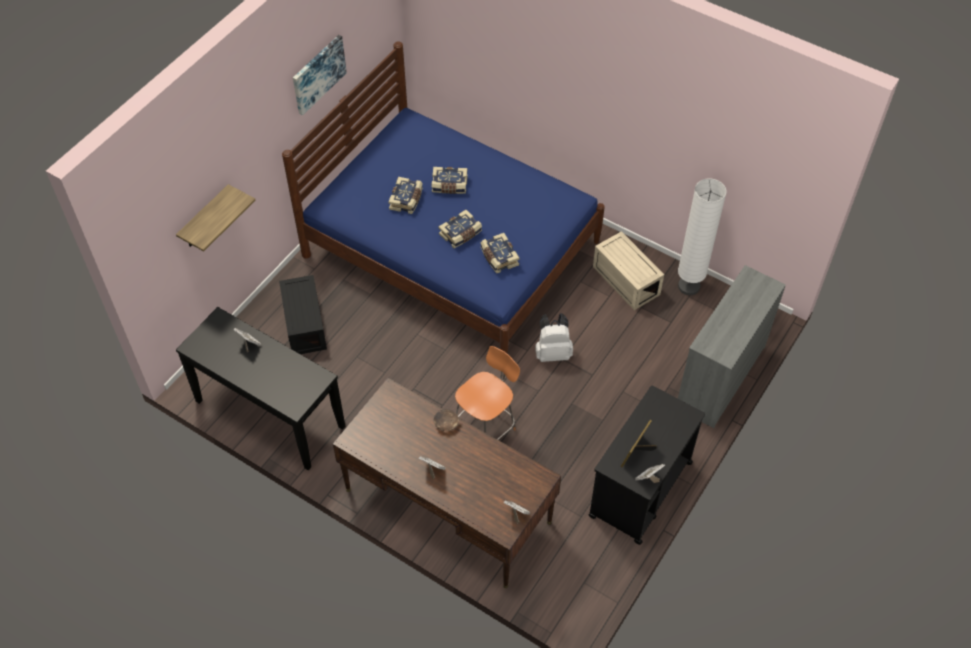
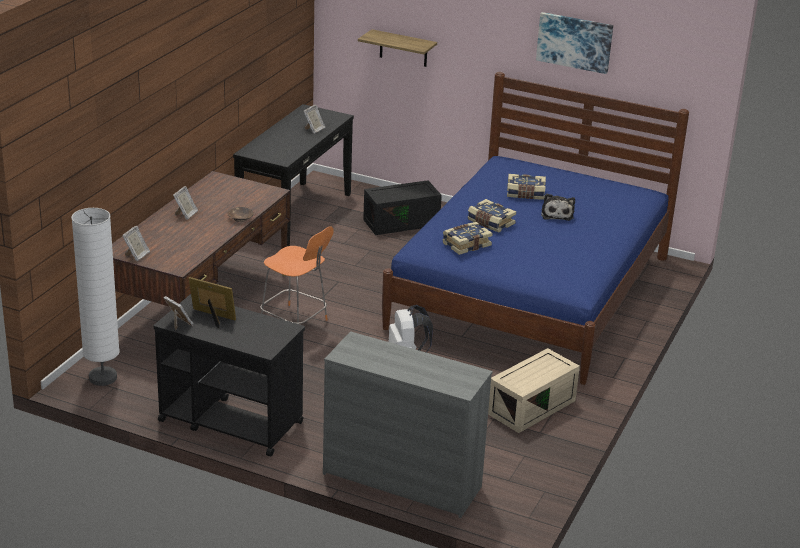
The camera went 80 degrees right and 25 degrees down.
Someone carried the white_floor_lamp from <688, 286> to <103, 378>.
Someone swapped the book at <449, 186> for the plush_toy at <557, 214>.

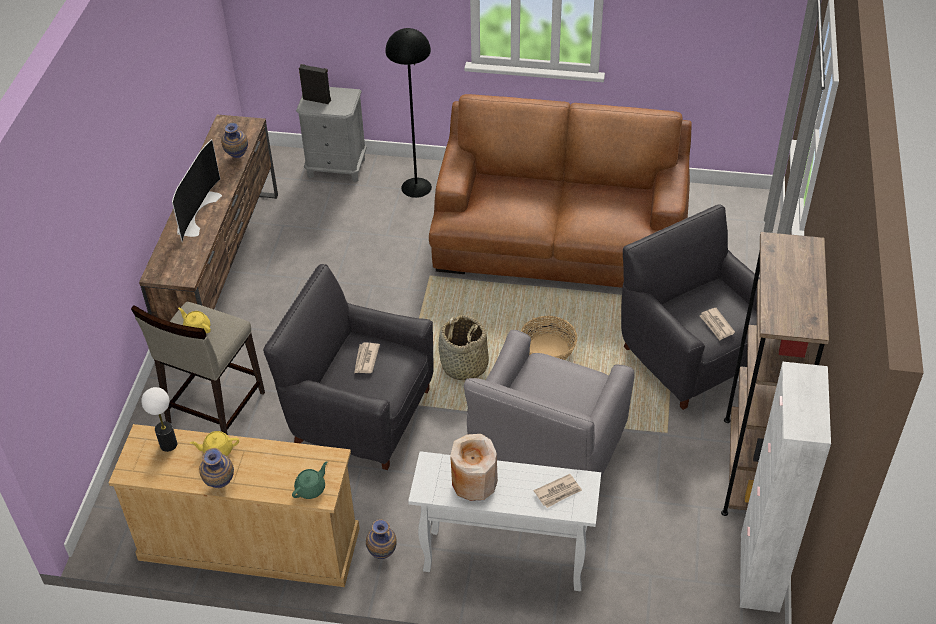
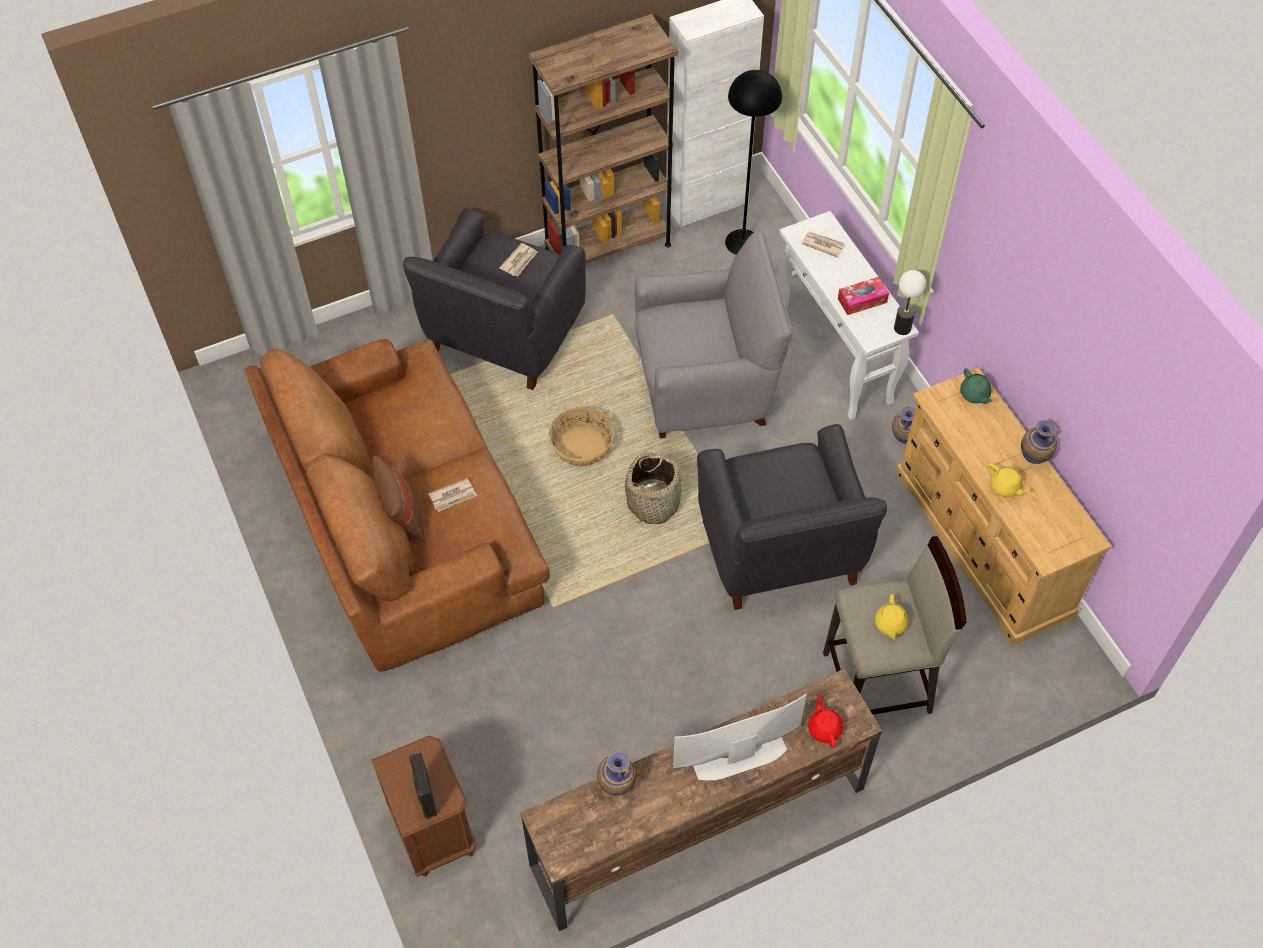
The camera went 125 degrees left and 10 degrees up.
Someone put down the brown_pillow at <402, 518>.
Someone put down the red_teapot at <824, 728>.
Someone carried the table_lamp from <168, 445> to <902, 328>.
Someone carried the newspaper from <366, 359> to <453, 496>.
Someone carried the black_floor_lamp from <416, 187> to <742, 242>.
Someone swapped the beige_vase at <474, 482> for the tissue_box at <862, 300>.
Someone repainted the grey_nightstand at <337, 167>, which became the brown_nightstand at <433, 831>.
Someone rotated the green_teapot at <311, 488> by 120 degrees counterclockwise.

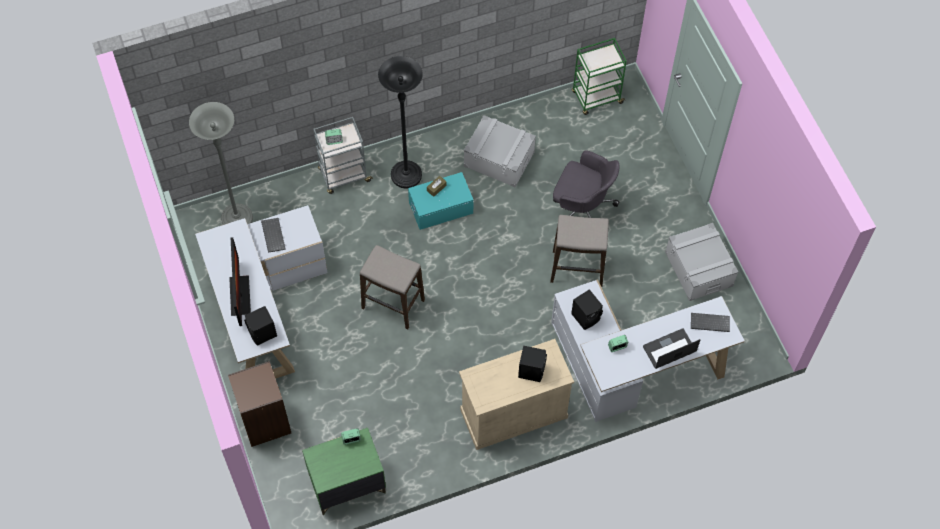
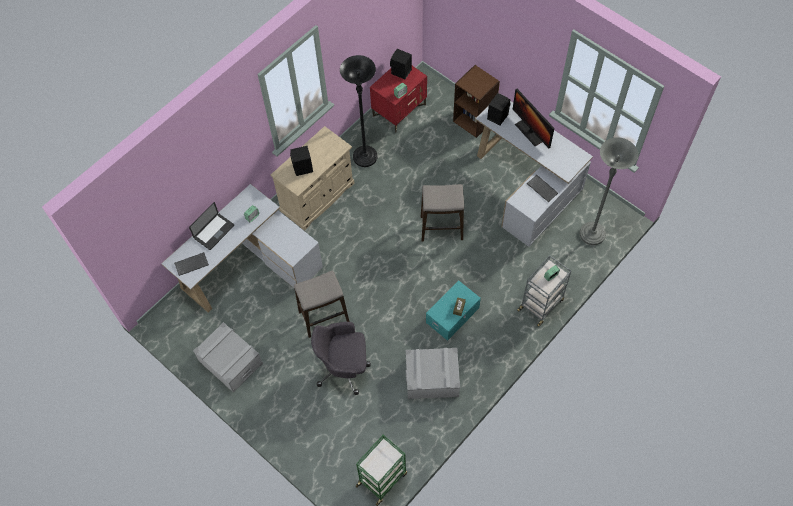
The camera went 155 degrees right and 0 degrees up.
Someone carried the black_floor_lamp from <406, 175> to <365, 157>.
Someone carried the black_speaker from <586, 316> to <401, 72>.
Someone repainted the green_nightstand at <346, 484>, which became the red_nightstand at <399, 110>.

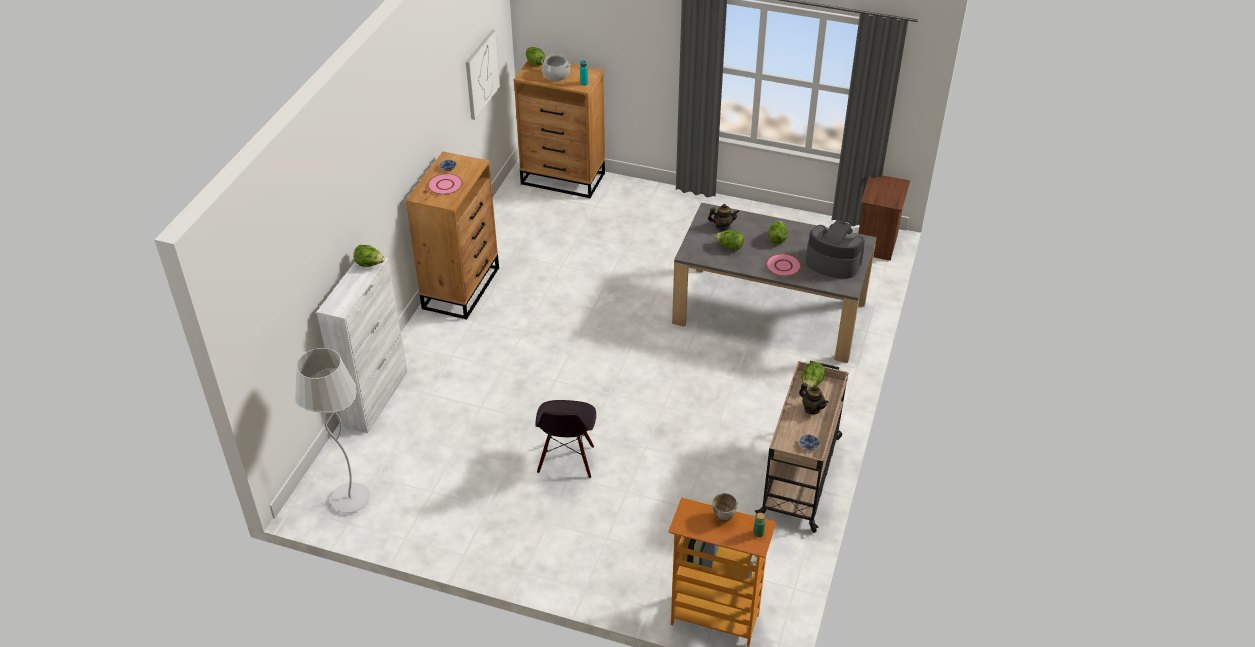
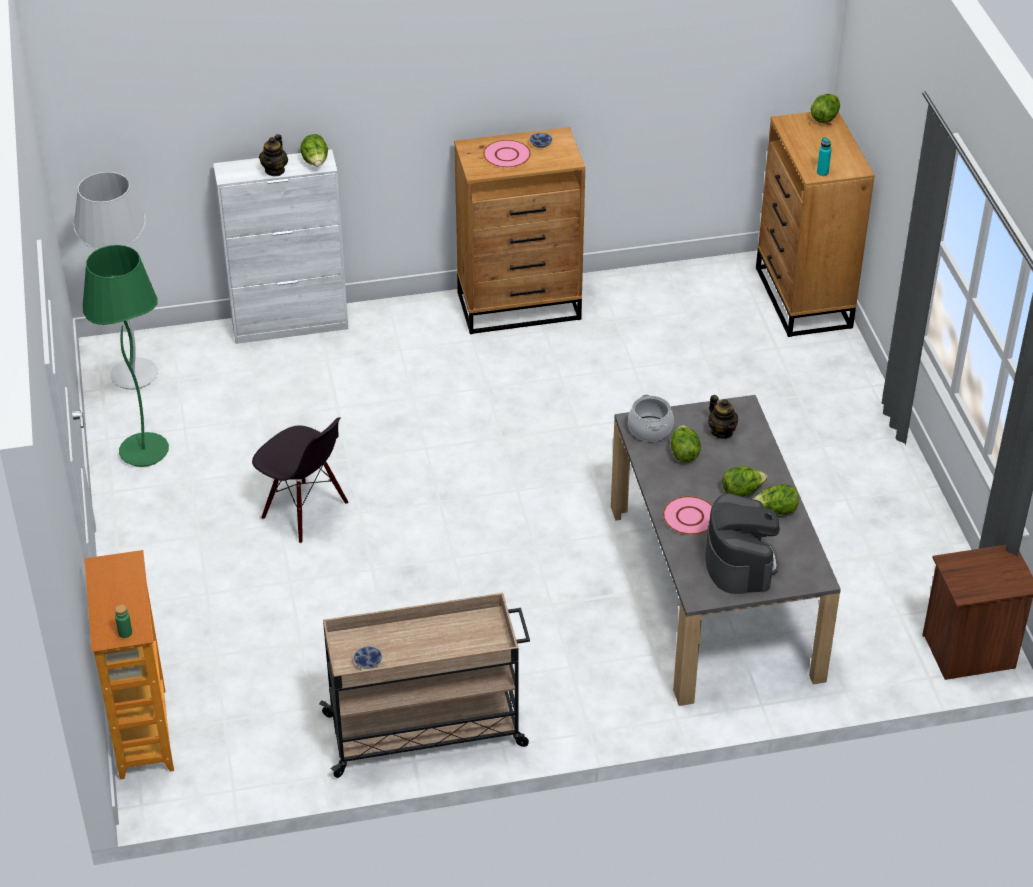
The camera went 60 degrees right and 0 degrees up.
Someone took away the picture at <481, 74>.
Someone took away the bowl at <724, 517>.
Someone put down the green_floor_lamp at <144, 452>.
Someone carried the cooking_pot from <556, 75> to <649, 429>.
Someone carried the teapot from <812, 408> to <275, 170>.
Someone carried the lettuce from <811, 383> to <776, 511>.
Someone rotated the black_chair at <566, 460> by 120 degrees counterclockwise.

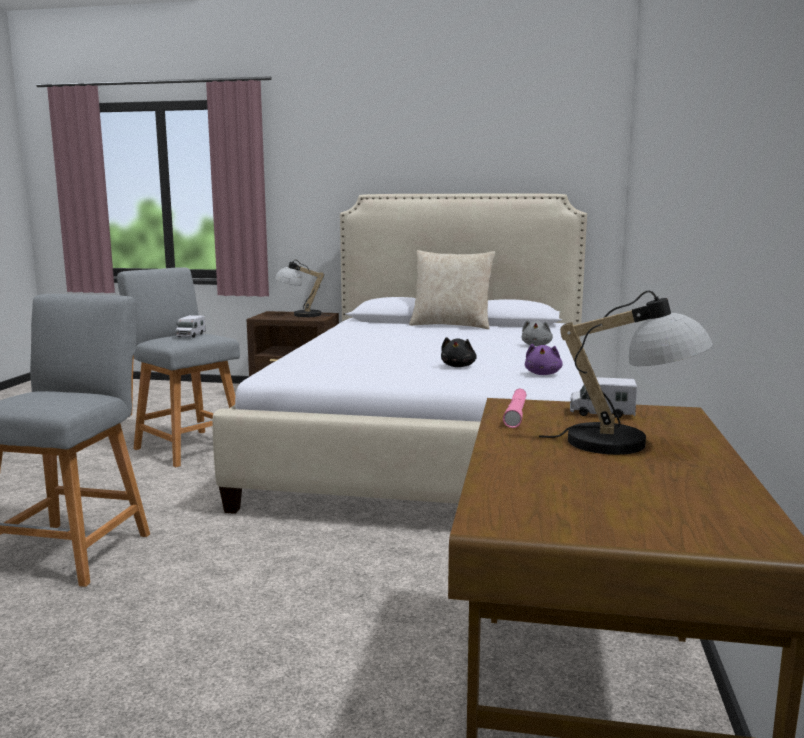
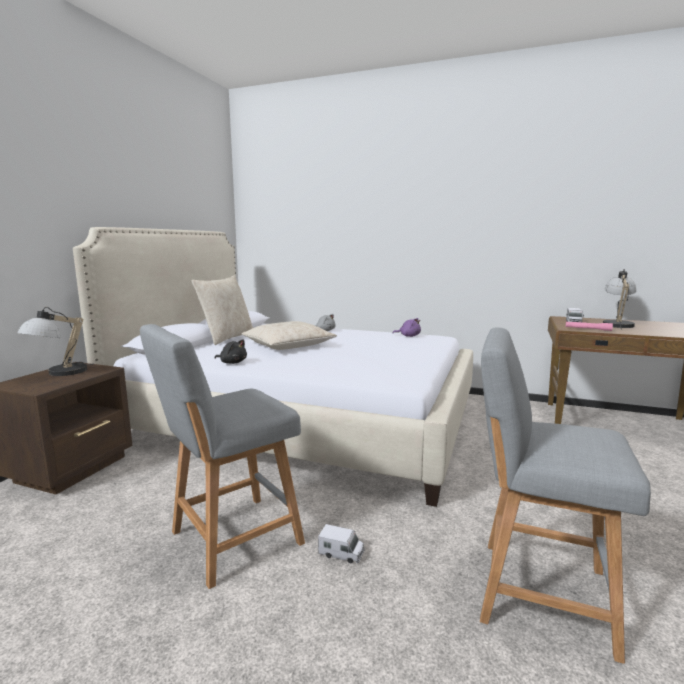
The camera went 80 degrees left and 0 degrees up.
Someone put down the beige_pillow at <288, 345>.
Someone carried the toy_truck from <190, 335> to <341, 554>.
Someone carried the black_plush_toy from <458, 366> to <232, 362>.

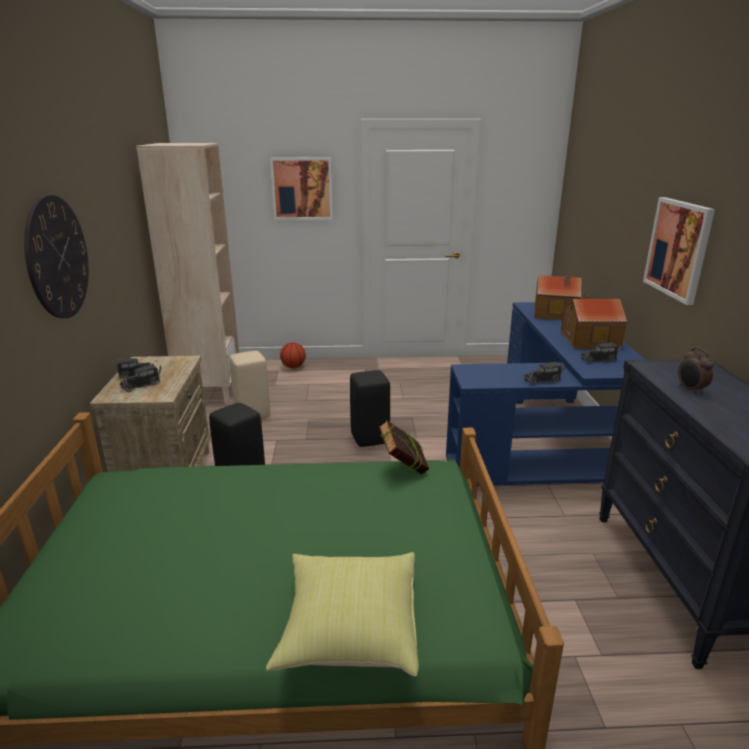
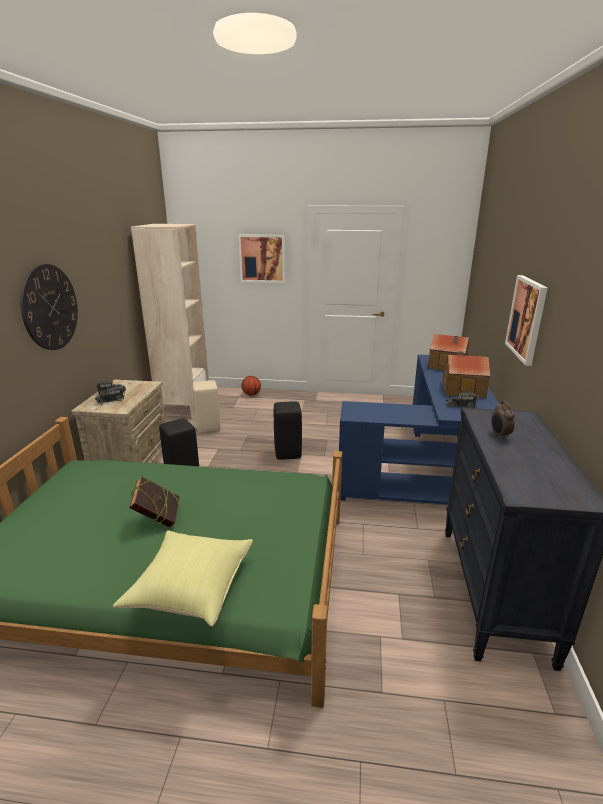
The camera went 10 degrees right and 0 degrees up.
Someone took away the toy_truck at <543, 380>.
Someone carried the book from <403, 469> to <158, 520>.

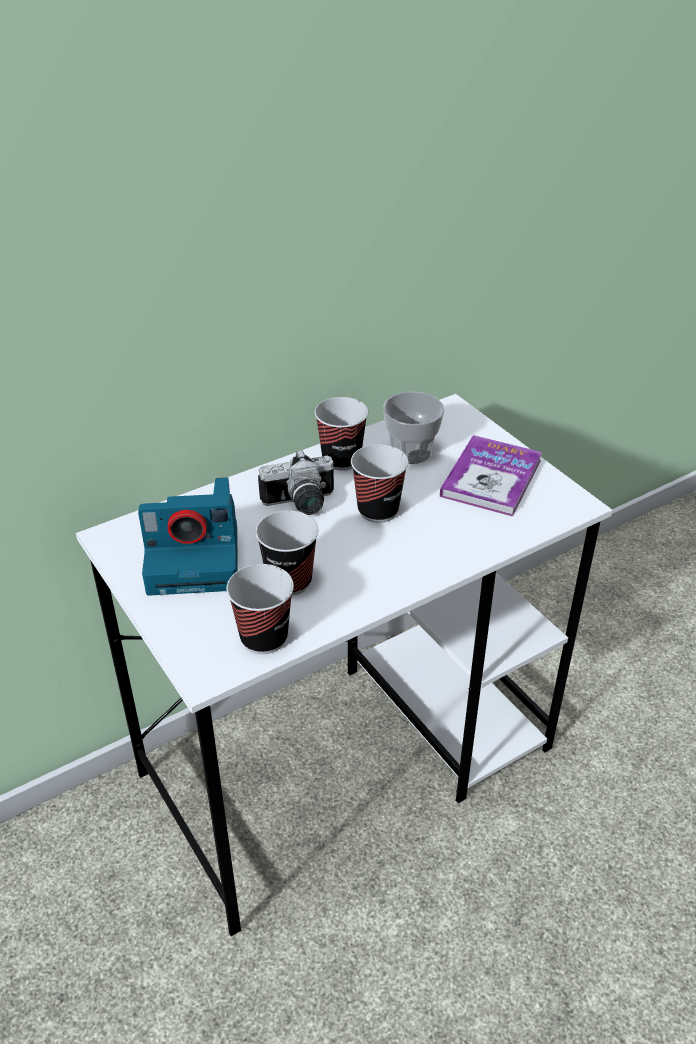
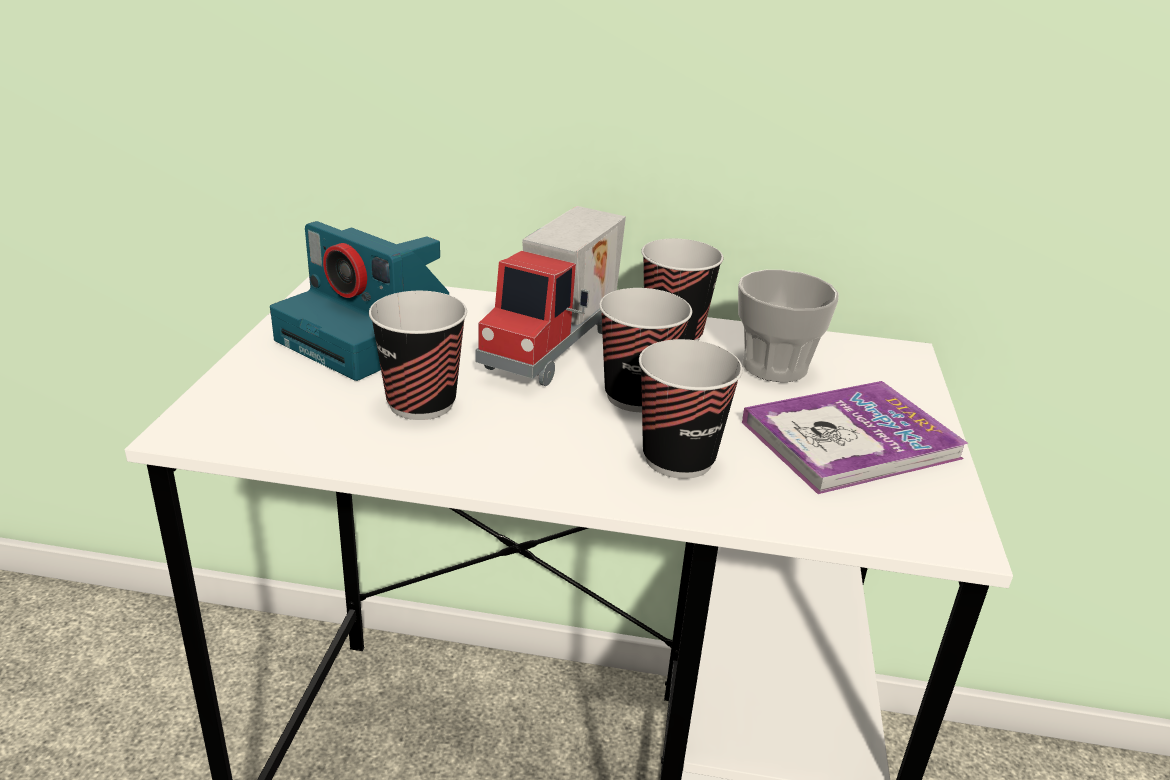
The camera went 40 degrees right and 10 degrees down.
Someone carried the cup from <264, 638> to <678, 459>.
Someone swapped the photo_camera at <300, 504> for the toy_truck at <557, 349>.

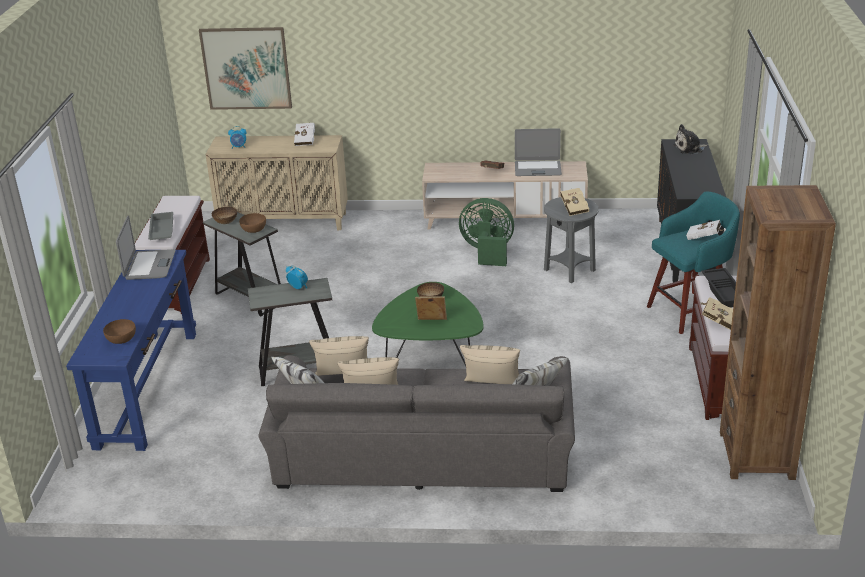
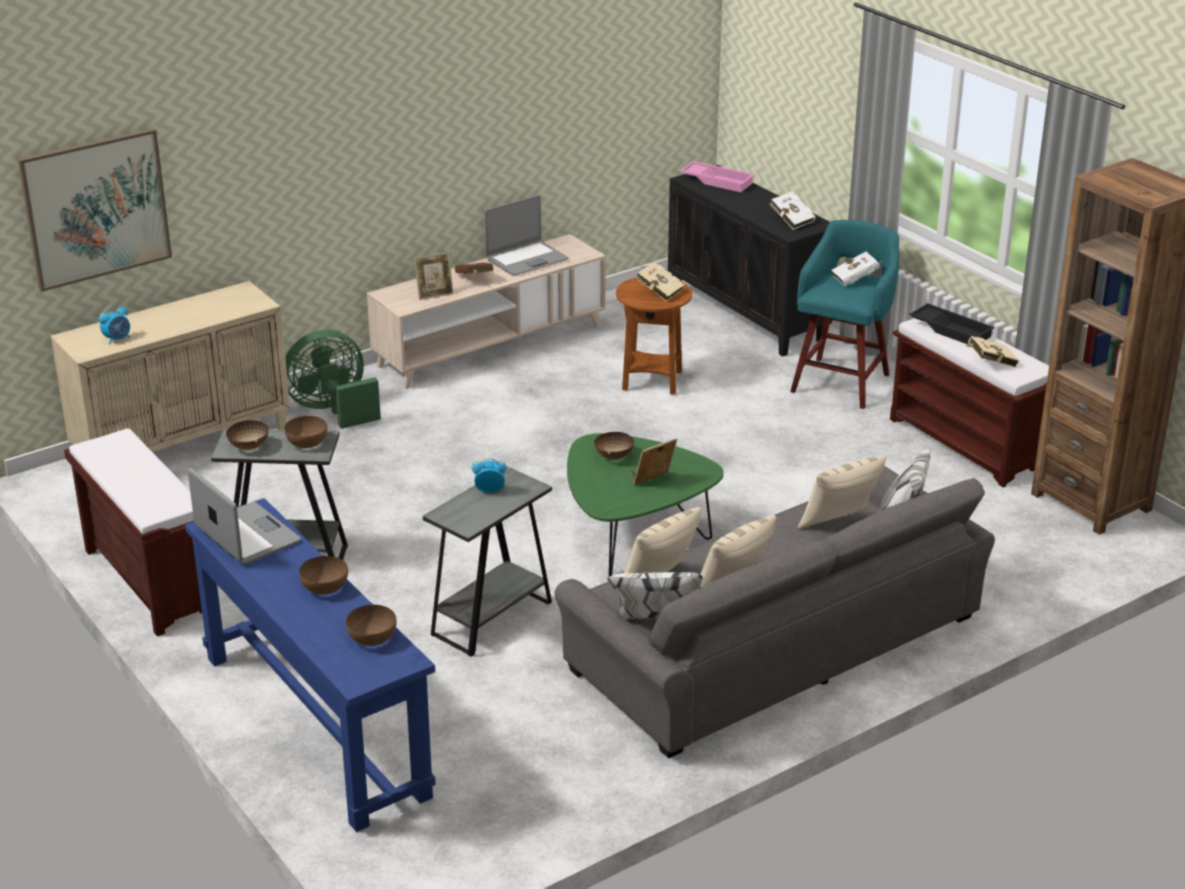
The camera went 40 degrees left and 0 degrees up.
Someone took away the grey_tray at <161, 231>.
Someone put down the brown_bowl at <324, 587>.
Someone put down the picture_frame at <434, 294>.
Someone carried the white_book from <305, 140> to <791, 220>.
Someone carried the green_fan from <487, 252> to <333, 410>.
Someone swapped the plush_toy at <689, 148> for the pink_tray at <718, 181>.
Someone repainted the grey_side_table at <569, 270>, which became the brown_side_table at <652, 381>.

